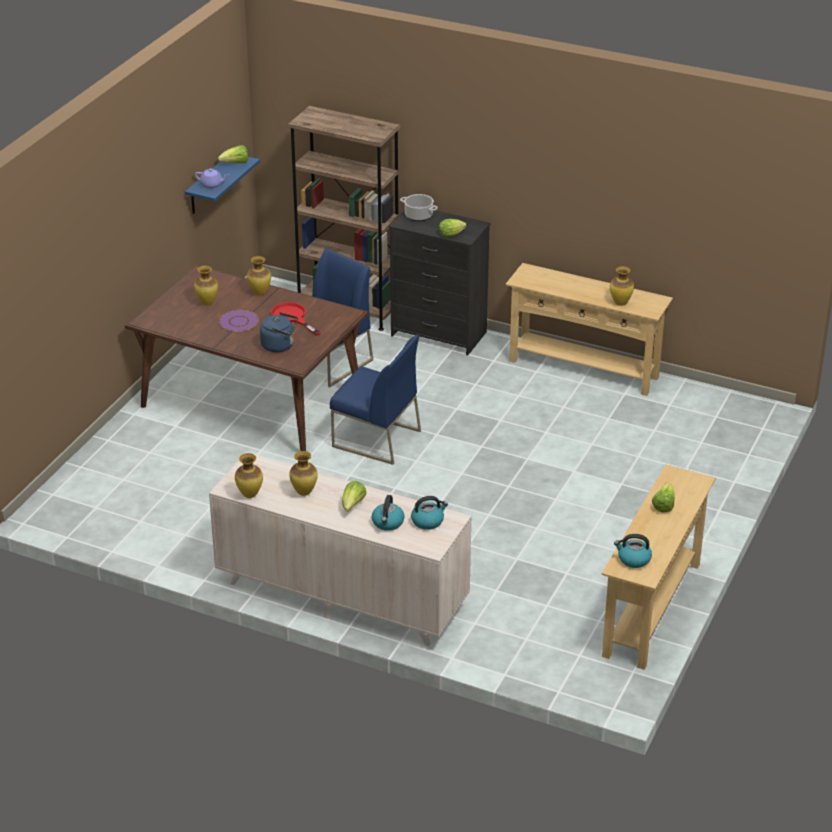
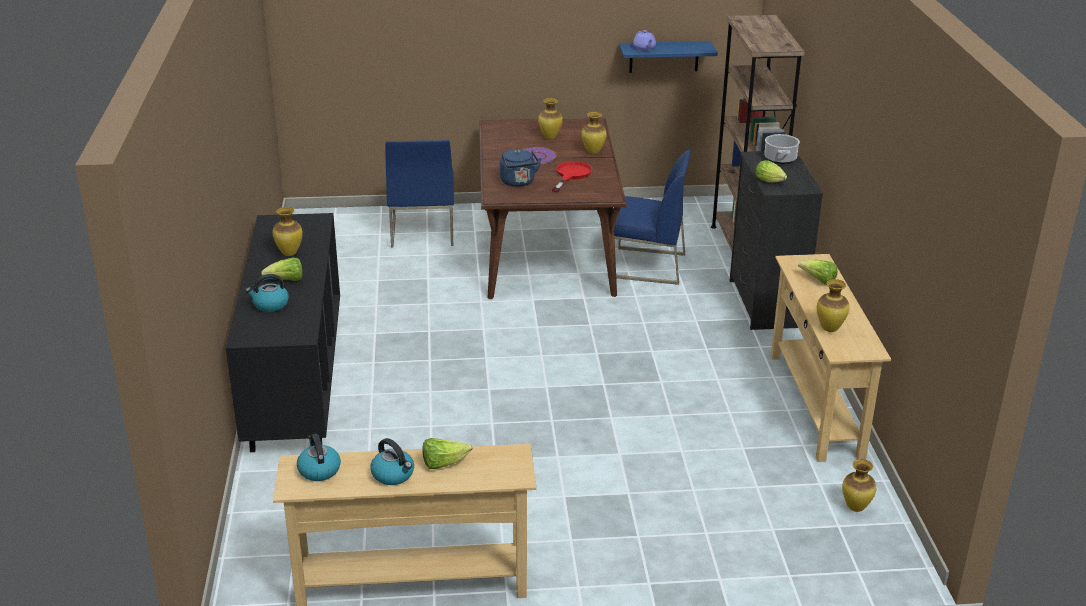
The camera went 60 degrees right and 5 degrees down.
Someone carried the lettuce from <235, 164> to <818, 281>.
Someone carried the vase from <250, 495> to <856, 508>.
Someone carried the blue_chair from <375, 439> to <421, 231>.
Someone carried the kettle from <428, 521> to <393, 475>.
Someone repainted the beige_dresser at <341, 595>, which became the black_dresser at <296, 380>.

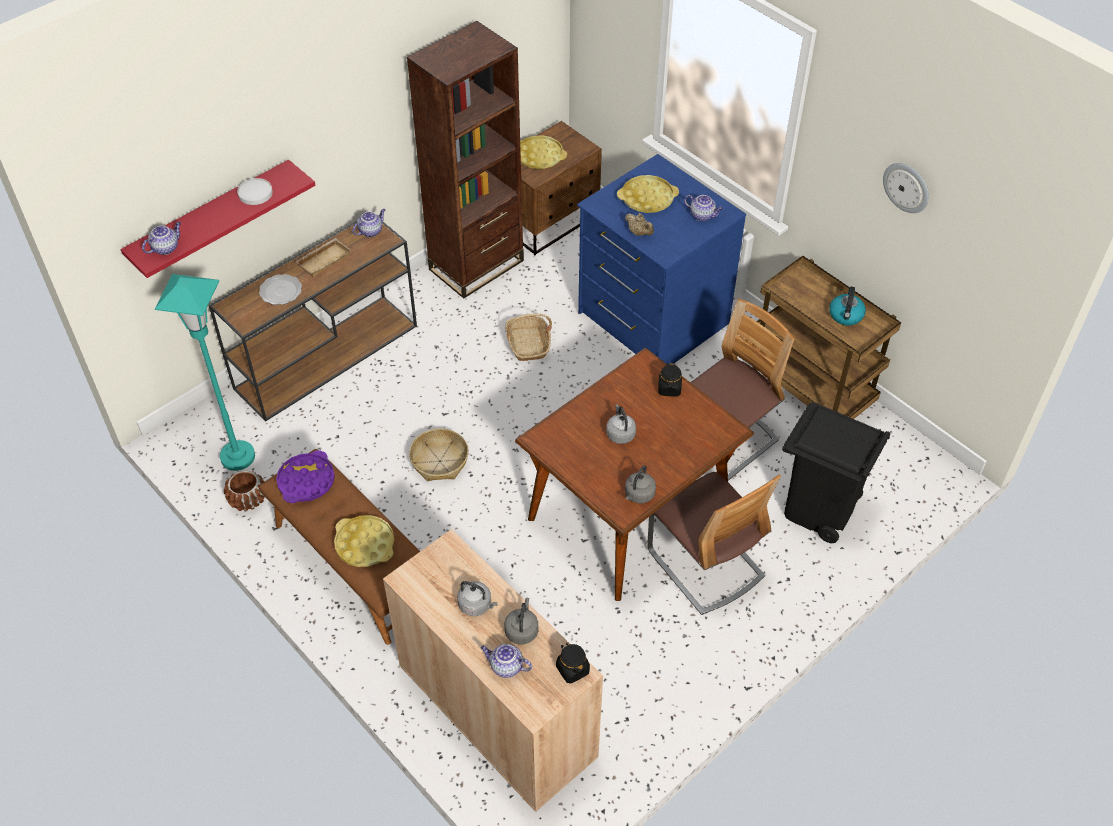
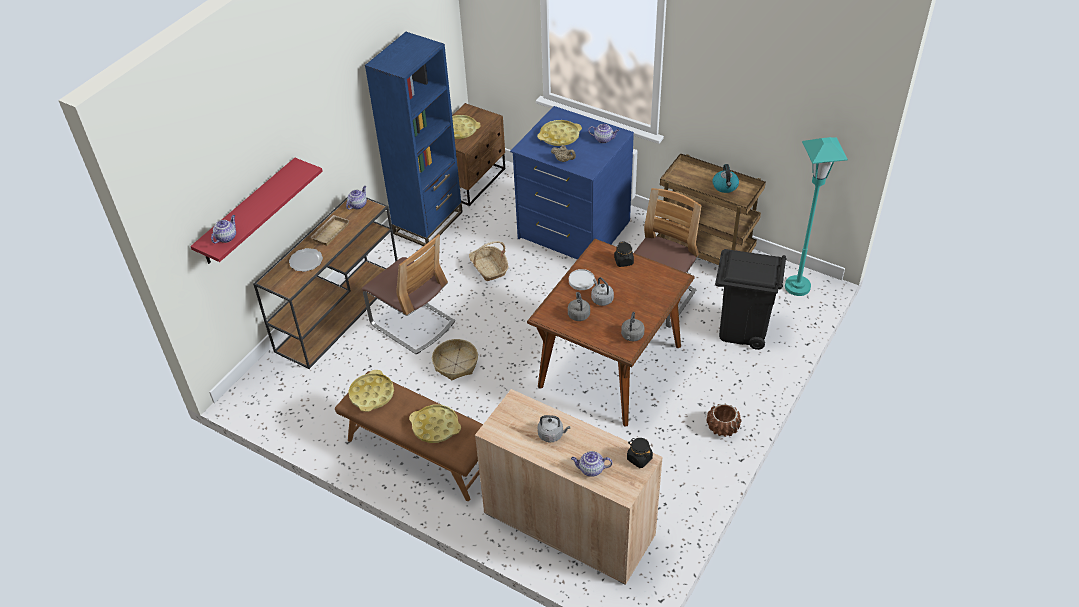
The camera went 15 degrees left and 5 degrees down.
Someone took away the wall_clock at <907, 187>.
Someone carried the turquoise_floor_lamp from <238, 456> to <797, 286>.
Someone carried the brown_planter from <248, 499> to <722, 428>.
Someone carried the white_plate from <255, 193> to <581, 281>.
Someone carried the grey_kettle from <522, 630> to <578, 314>.
Someone carried the chair from <705, 564> to <412, 323>.
Someone repainted the purple_tray at <306, 481>, which became the yellow_tray at <372, 394>.
Someone repainted the brown_bookcase at <476, 265>, which became the blue_bookcase at <428, 222>.

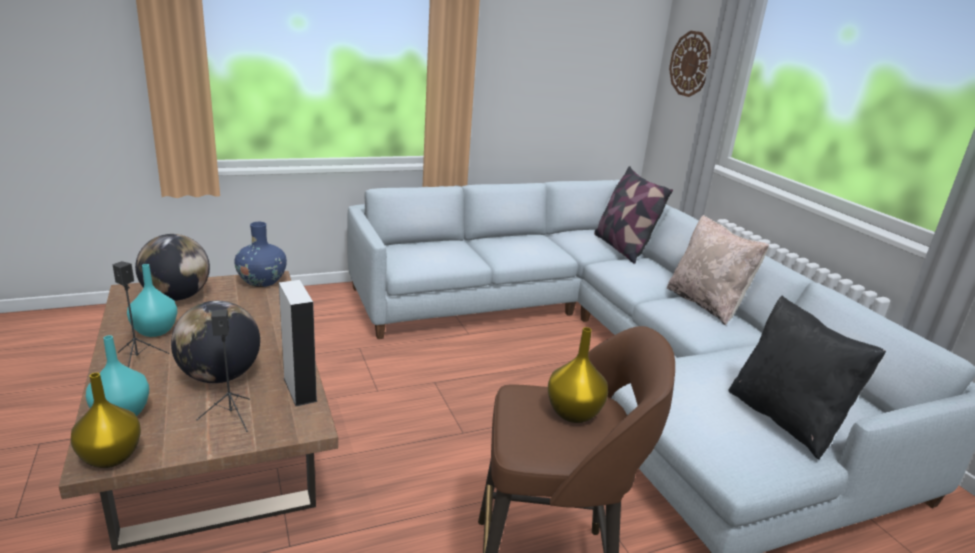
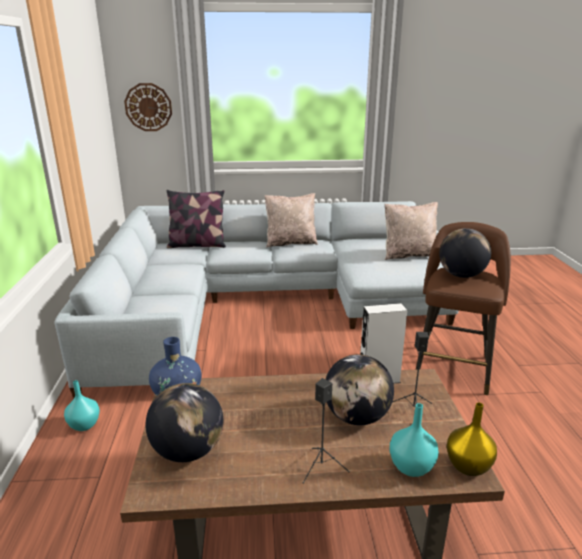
The camera went 70 degrees left and 0 degrees up.
Someone carried the turquoise_vase from <156, 331> to <85, 424>.
Someone swapped the yellow_vase at <574, 413> for the globe at <461, 275>.
Someone repainted the black_pillow at <785, 419>, which became the beige_pillow at <409, 255>.

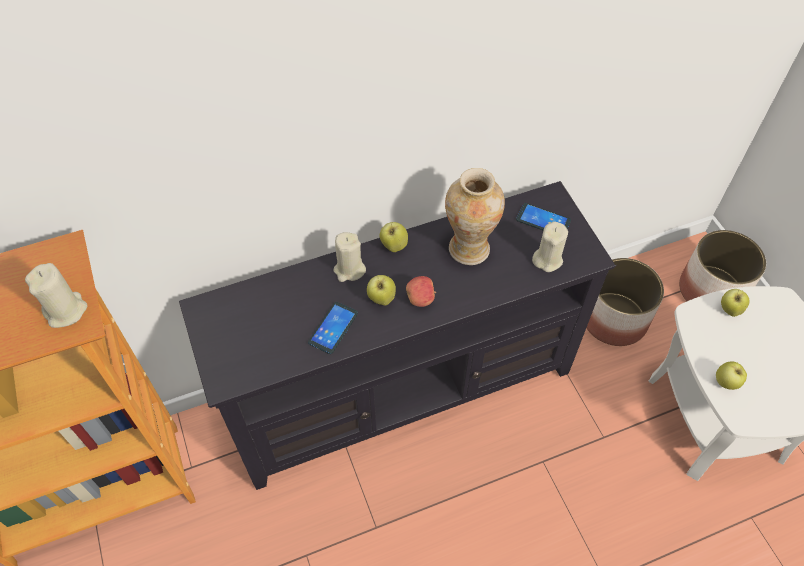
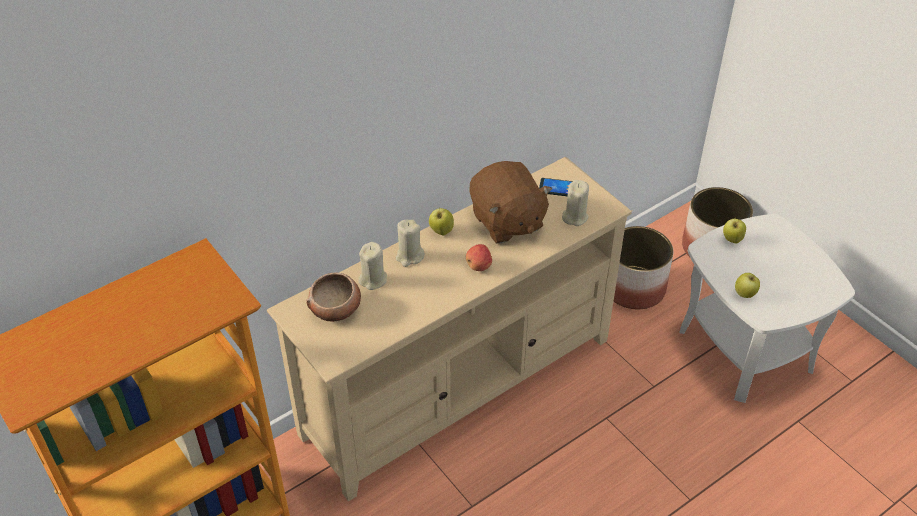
The camera went 15 degrees left and 10 degrees down.
Someone took away the phone at <333, 328>.
Someone took away the apple at <381, 299>.
Someone put down the bowl at <336, 309>.
Someone carried the beige_candle from <66, 311> to <373, 279>.
Someone swapped the vase at <469, 249> for the brown_plush_toy at <506, 222>.
Someone repainted the black_tv_stand at <401, 388>, which became the beige_tv_stand at <457, 386>.

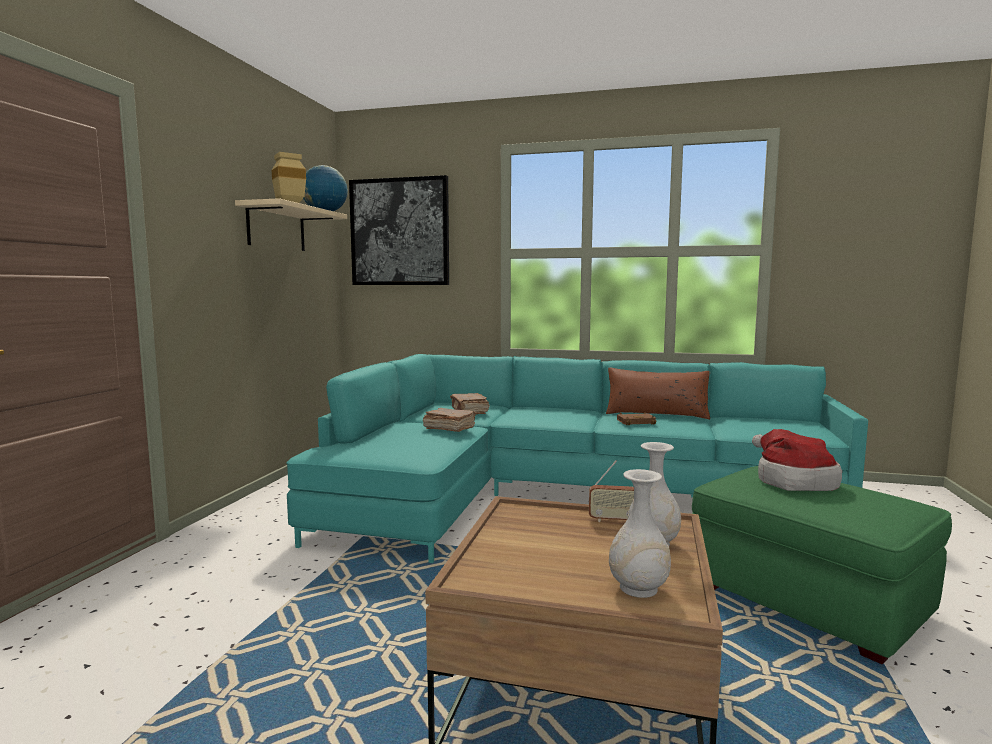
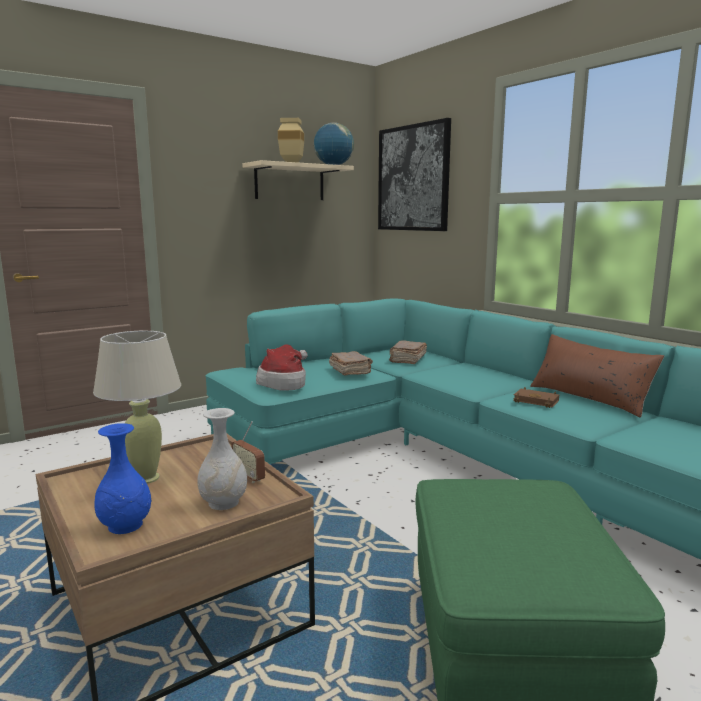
The camera went 40 degrees right and 5 degrees up.
Someone put down the beige_table_lamp at <145, 478>.
Someone carried the hat from <791, 481> to <285, 382>.
Someone repainted the white_vase at <638, 588>, which became the blue_vase at <125, 526>.

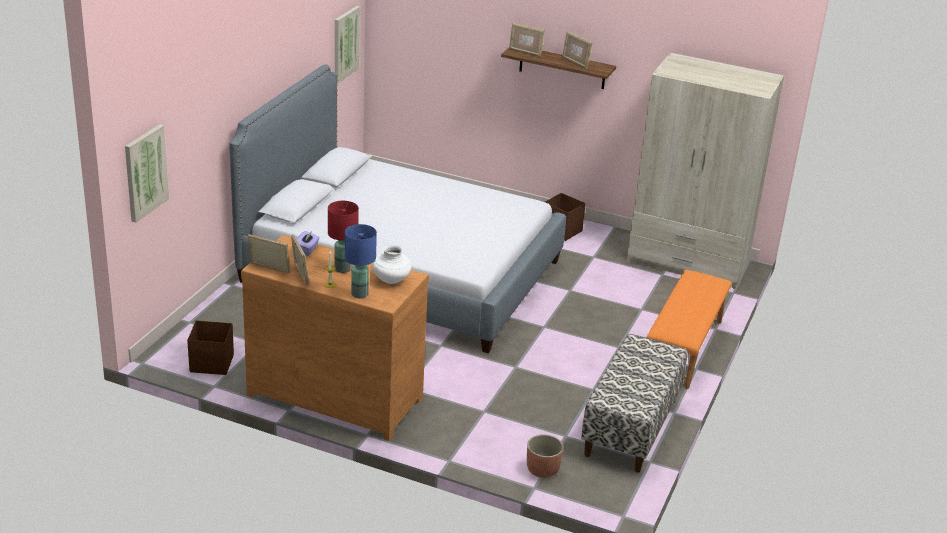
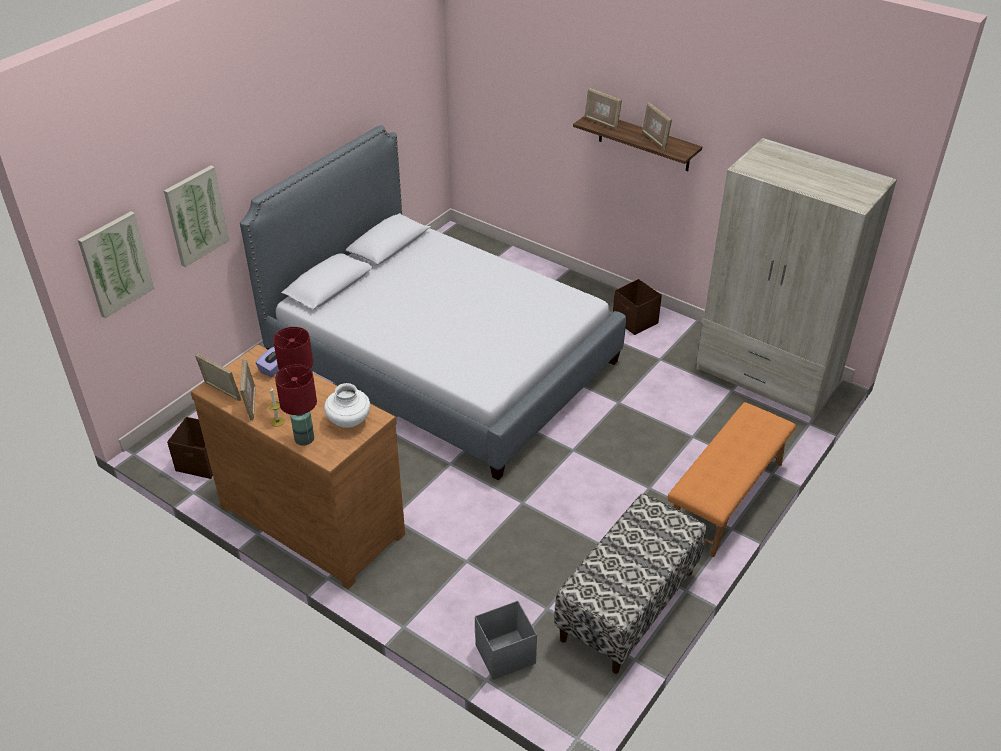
The camera went 15 degrees right and 10 degrees up.
Someone carried the picture from <345, 44> to <196, 215>.
Someone swapped the planter at <542, 470> for the grey_storage_box at <504, 655>.
Someone repainted the blue_table_lamp at <360, 294>, which became the red_table_lamp at <305, 439>.

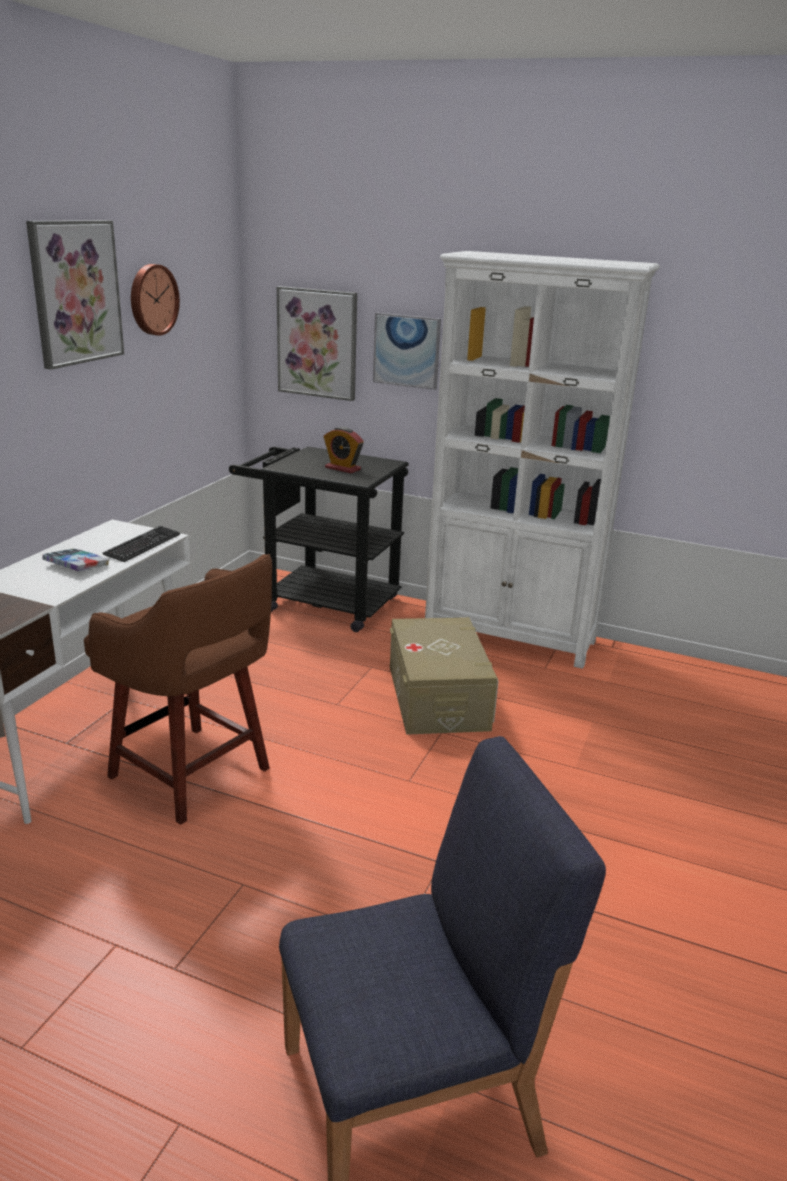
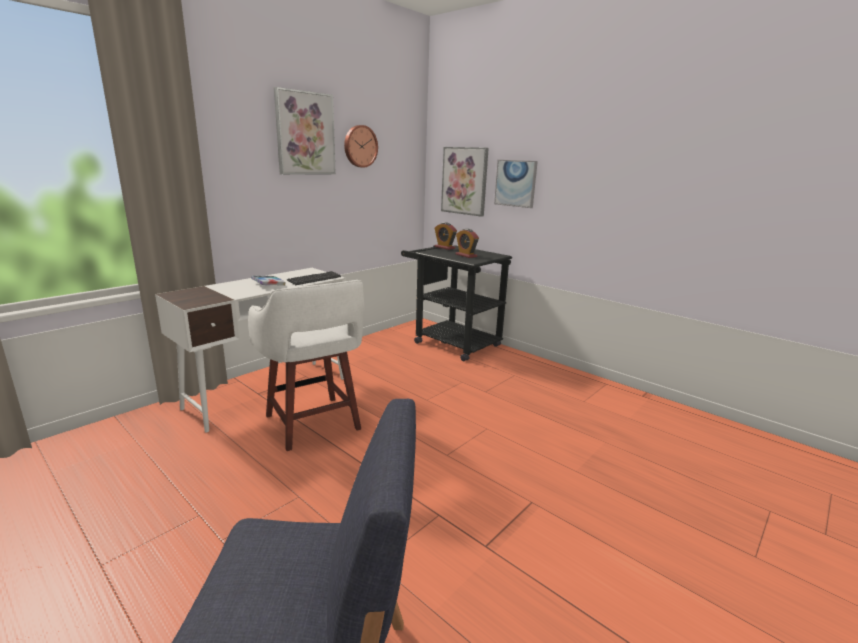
The camera went 20 degrees right and 5 degrees down.
Someone took away the beige_storage_box at <437, 697>.
Someone took away the white_bookcase at <510, 637>.
Someone put down the alarm_clock at <444, 247>.
Someone repainted the brown_stool at <193, 775>, which became the white_stool at <314, 424>.

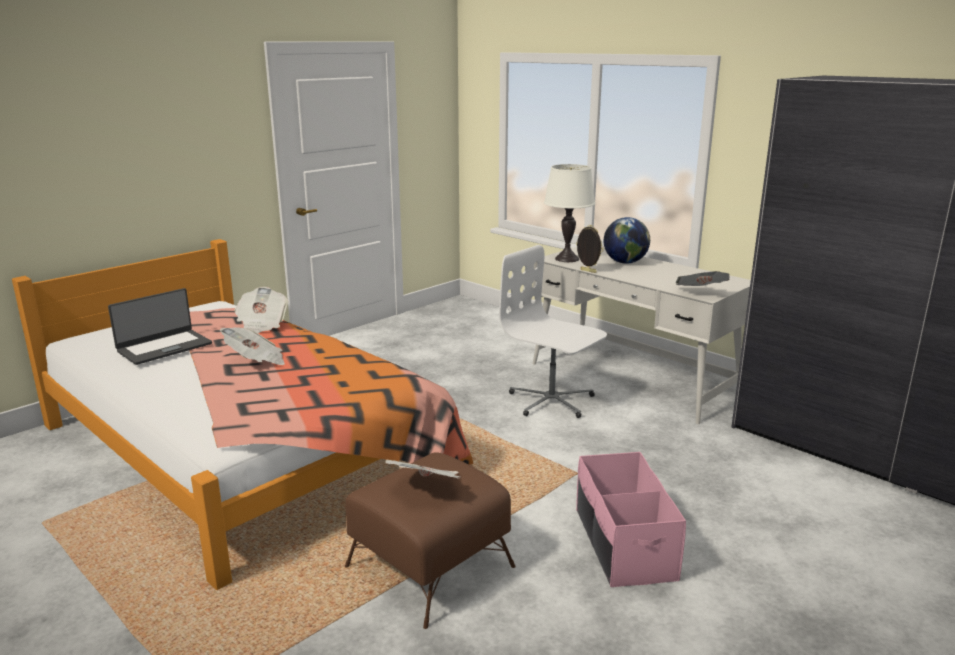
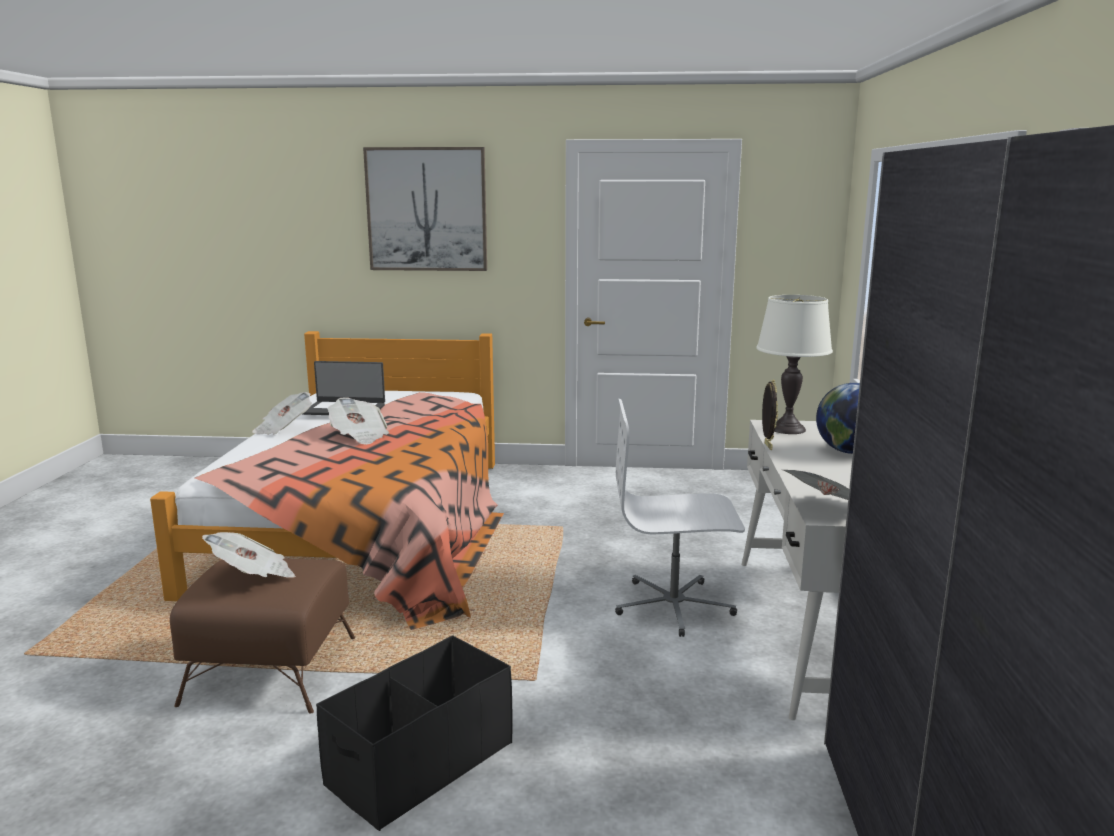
The camera went 50 degrees right and 5 degrees down.
Someone put up the picture at <427, 209>.
Someone carried the newspaper from <261, 324> to <283, 429>.
Someone repainted the pink_storage_box at <623, 544>, which became the black_storage_box at <420, 763>.
Someone rotated the white_office_chair at <551, 401> by 90 degrees counterclockwise.

